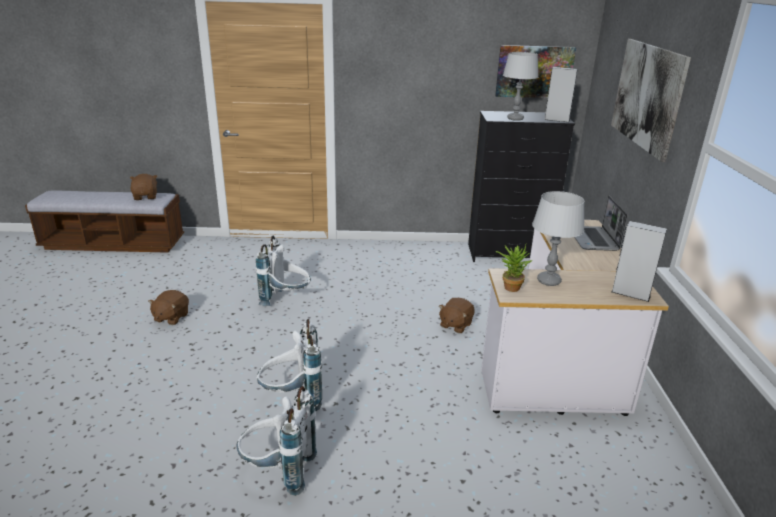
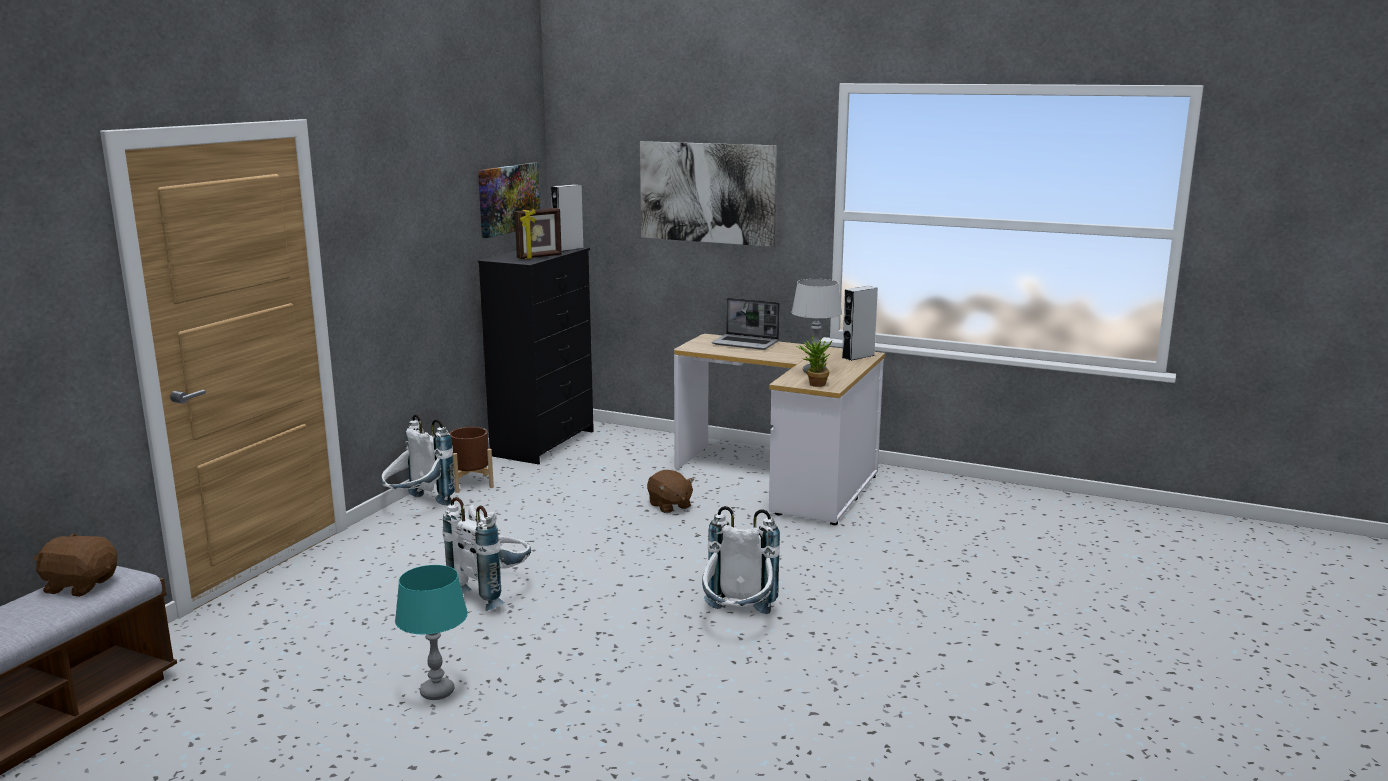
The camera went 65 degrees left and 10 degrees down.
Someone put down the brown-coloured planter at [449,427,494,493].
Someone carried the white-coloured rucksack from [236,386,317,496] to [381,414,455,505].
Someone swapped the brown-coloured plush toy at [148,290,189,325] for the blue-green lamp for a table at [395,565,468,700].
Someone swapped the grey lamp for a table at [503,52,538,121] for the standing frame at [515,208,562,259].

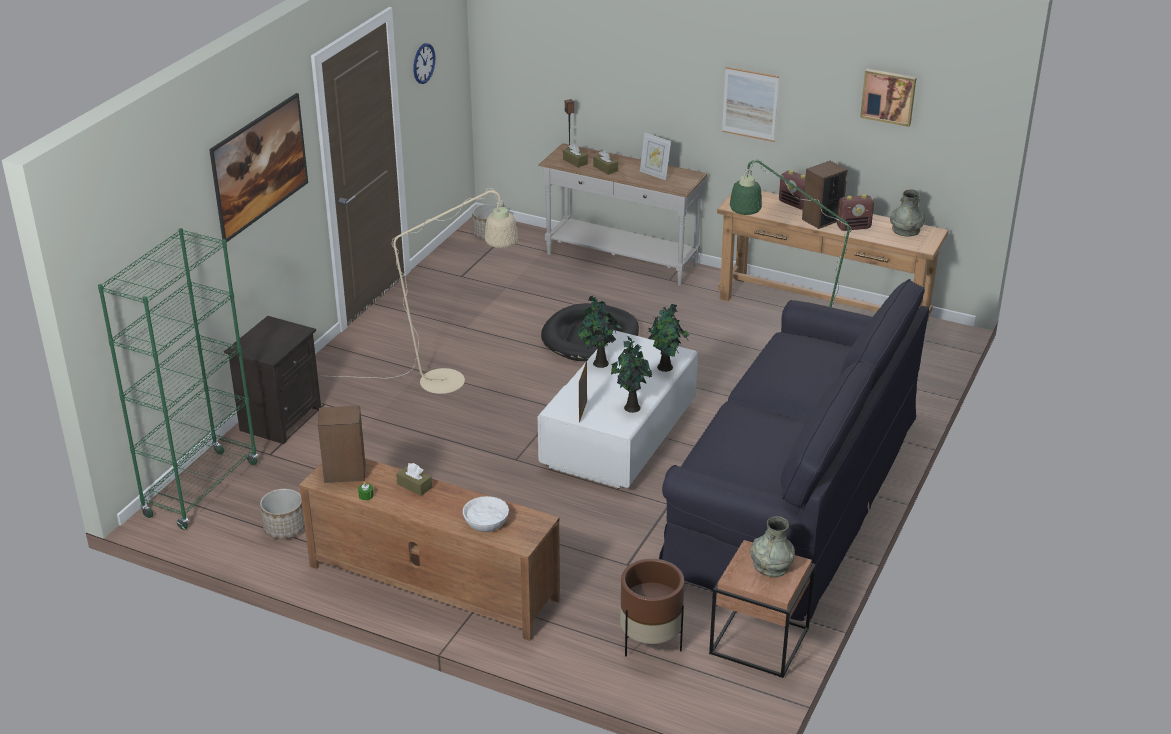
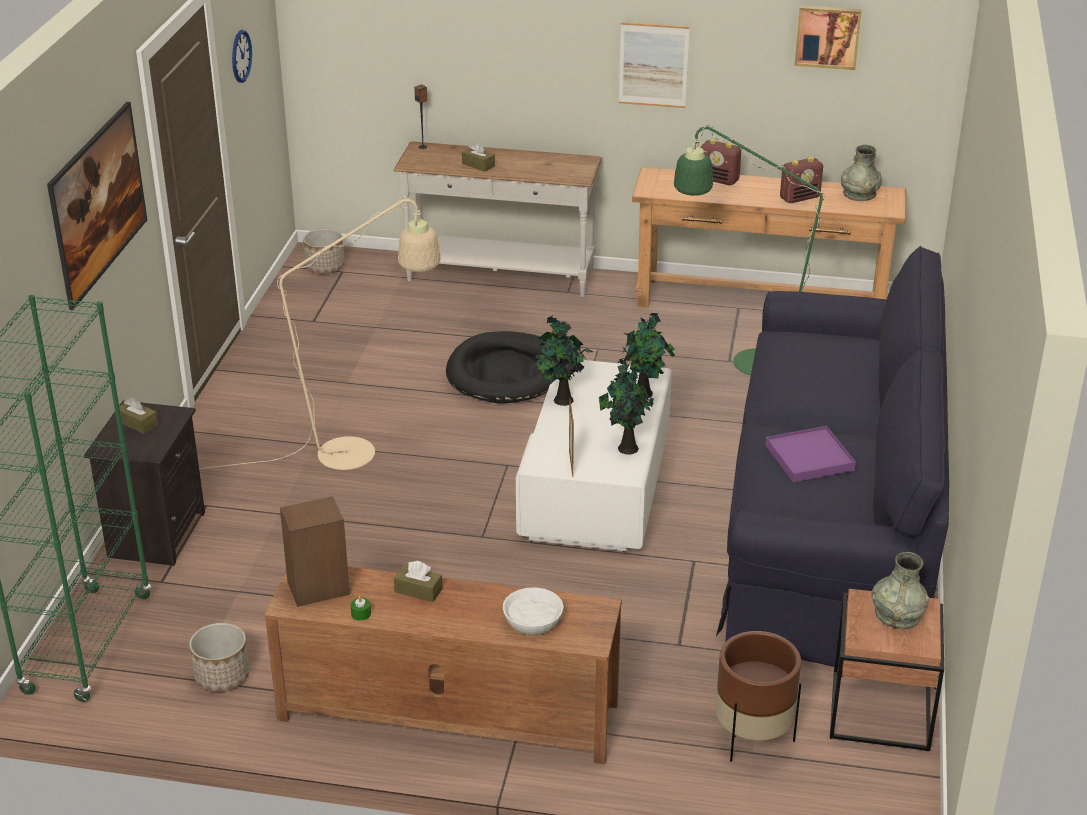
The camera went 15 degrees left and 0 degrees up.
Someone took away the standing frame at [640,133,671,180].
Someone took away the speaker at [802,161,847,229].
Someone put down the purplish serving tray at [765,426,856,482].
Someone carried the brown-coloured tissue box from [563,143,588,168] to [119,397,158,434].

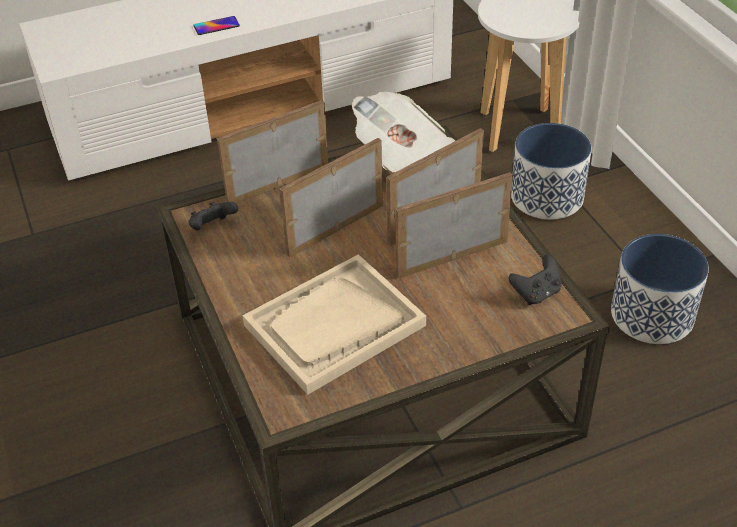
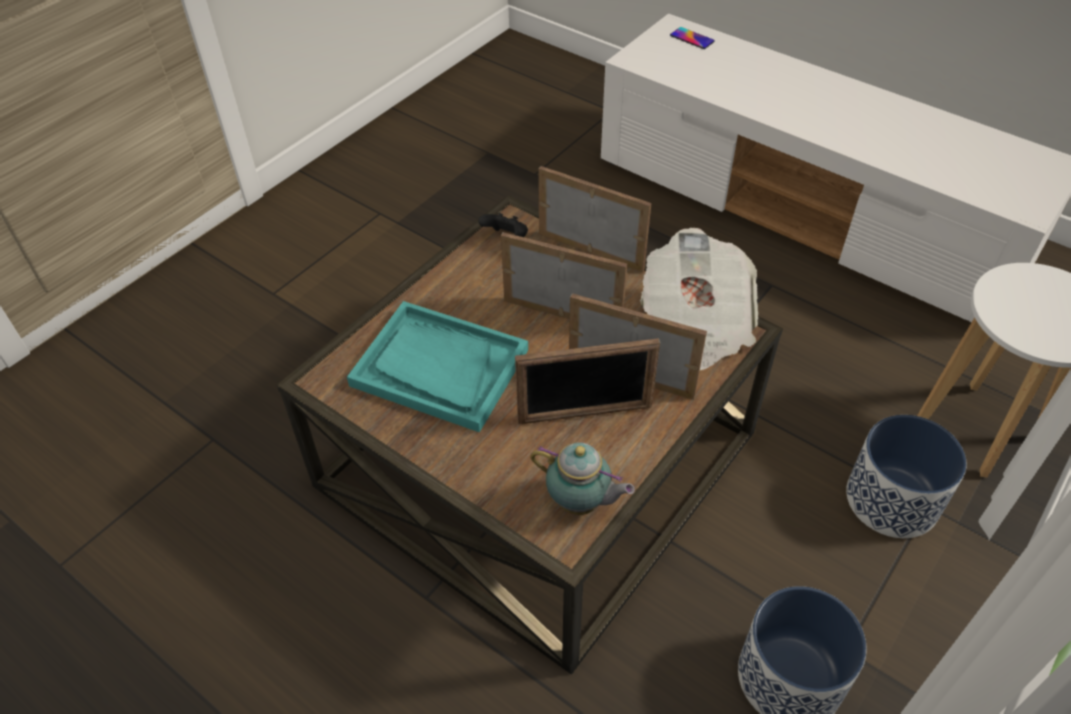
The camera went 60 degrees right and 5 degrees up.
Someone carried the phone from [193,16,240,35] to [670,27,715,49].
Someone swapped the blackish game controller at [509,255,561,305] for the teapot at [530,442,635,515].
Someone repainted the beige serving tray at [243,254,426,395], which became the blue-green serving tray at [347,301,528,432].
Someone rotated the standing frame at [395,172,513,279] by 135 degrees clockwise.

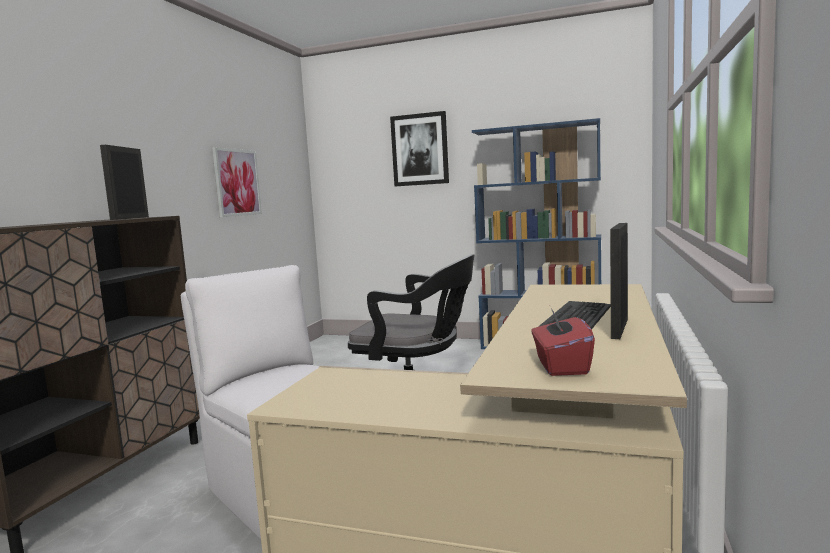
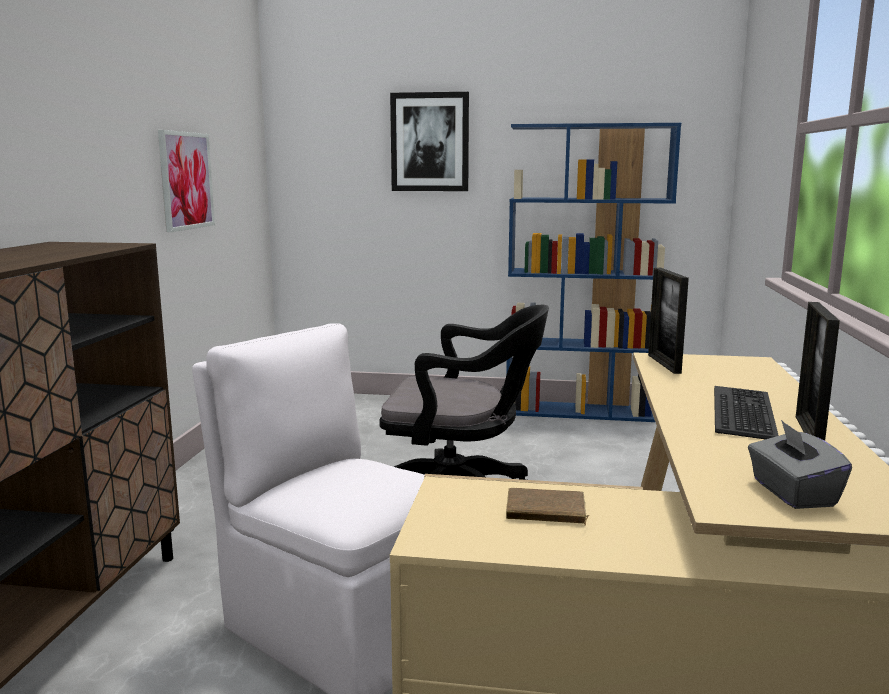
The camera went 10 degrees left and 5 degrees up.
Someone put down the brown-coloured book at [506,488,589,526].
Someone carried the standing frame from [100,145,149,220] to [648,268,689,374].
Someone repainted the red-coloured tissue box at [531,306,595,376], which became the grey tissue box at [748,420,852,509].

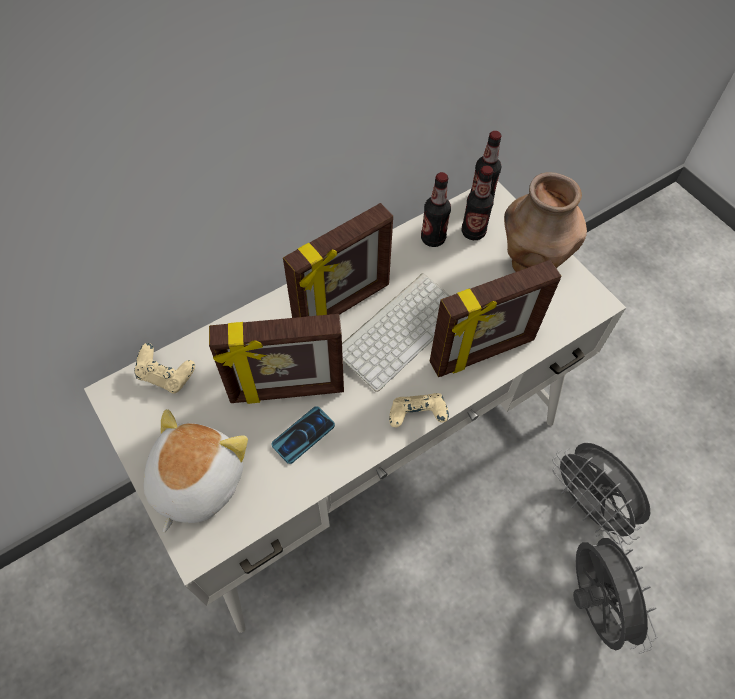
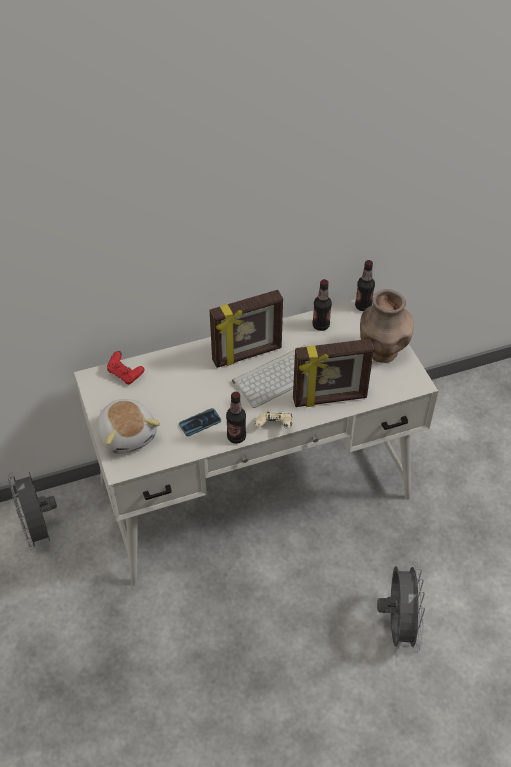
The camera went 15 degrees right and 10 degrees down.
Someone took away the standing frame at [209,314,344,404].
Someone carried the bottle from [462,165,494,240] to [226,392,246,444].
Someone carried the grey electric fan from [552,443,651,545] to [8,472,57,552].
Someone repainted the beige game controller at [134,343,195,393], which became the red-coloured game controller at [107,351,144,384].
Someone rotated the plush toy at [143,409,248,533] by 120 degrees clockwise.

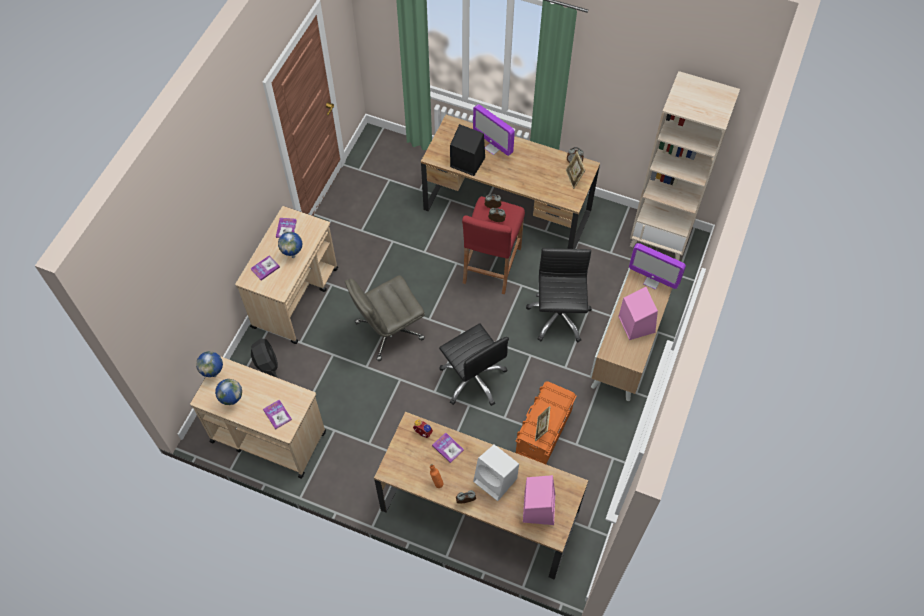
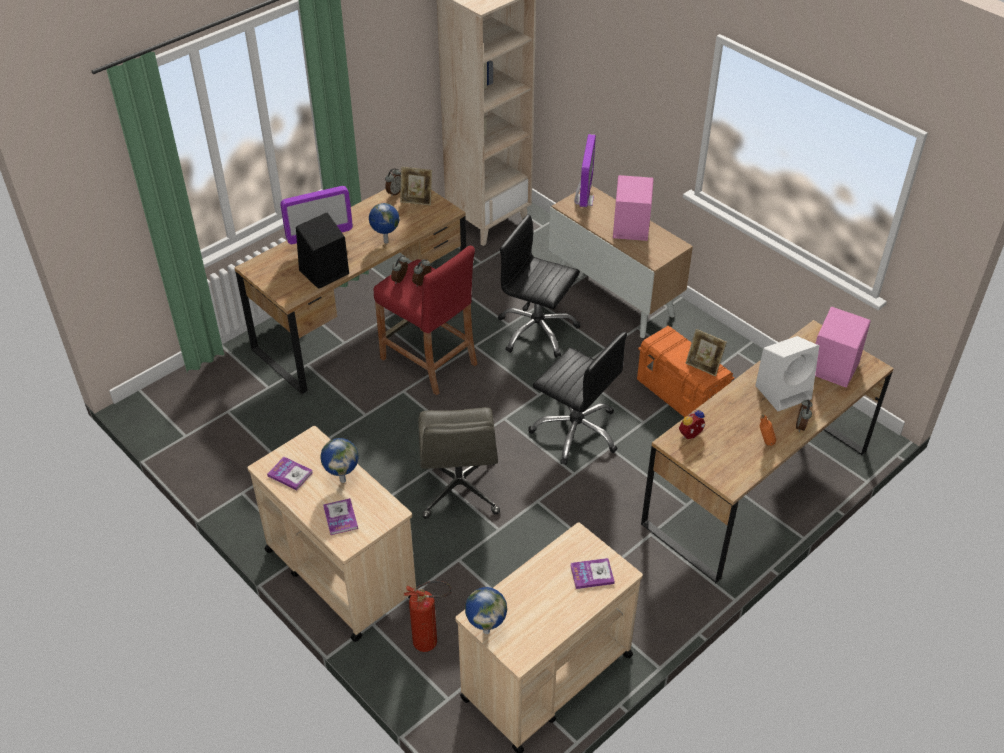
The camera went 65 degrees left and 15 degrees down.
Someone took away the book at [432,433,464,463].
Someone carried the world globe from [215,379,242,405] to [369,203,399,243].
Someone swapped the blackish electric fan at [251,338,278,378] for the fire extinguisher at [404,580,452,652].
Someone rotated the blackish office chair at [439,323,509,406] by 45 degrees clockwise.
Someone rotated the computer screen at [629,243,686,290] by 45 degrees counterclockwise.

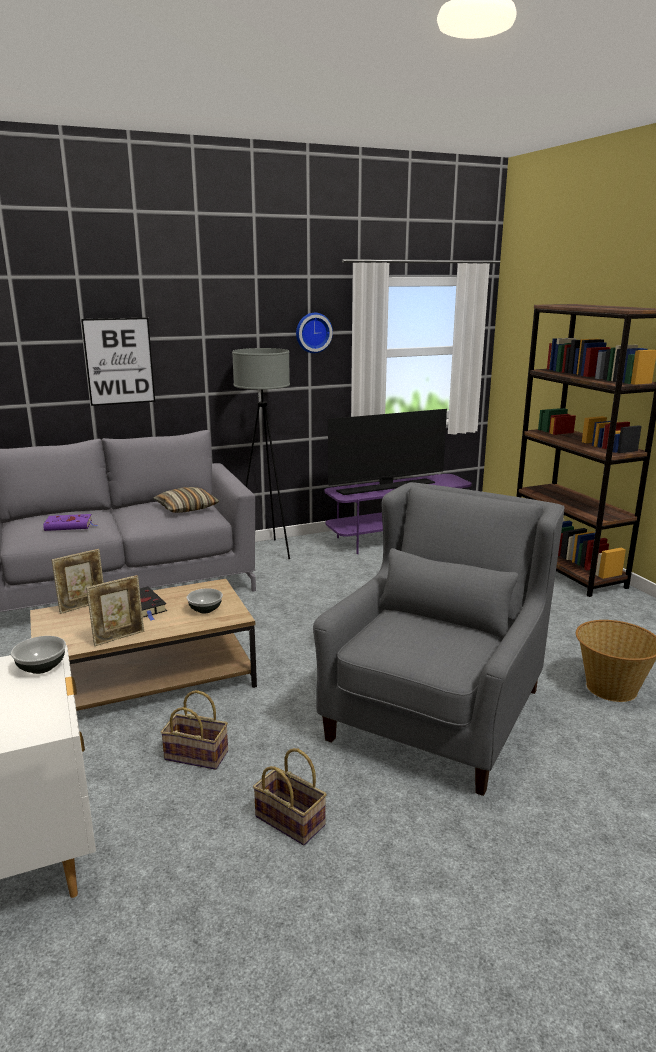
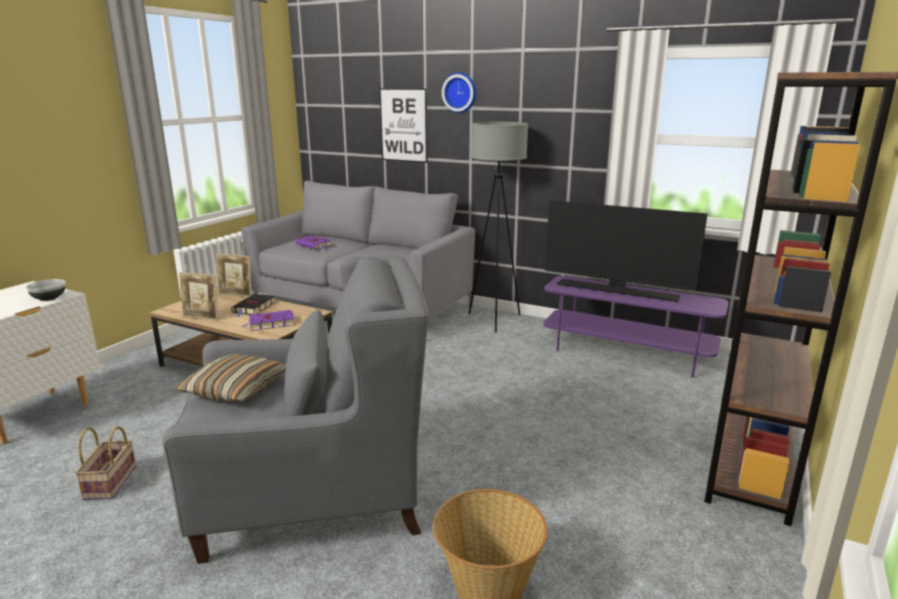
The camera went 50 degrees right and 0 degrees up.
Someone took away the household basket at [161,690,228,770].
Someone carried the throw pillow from [153,487,219,513] to [175,354,286,402].
Someone carried the wall clock from [296,313,333,353] to [442,72,476,113].
Someone swapped the deep dish at [187,588,223,614] for the purplish book at [242,310,295,331].

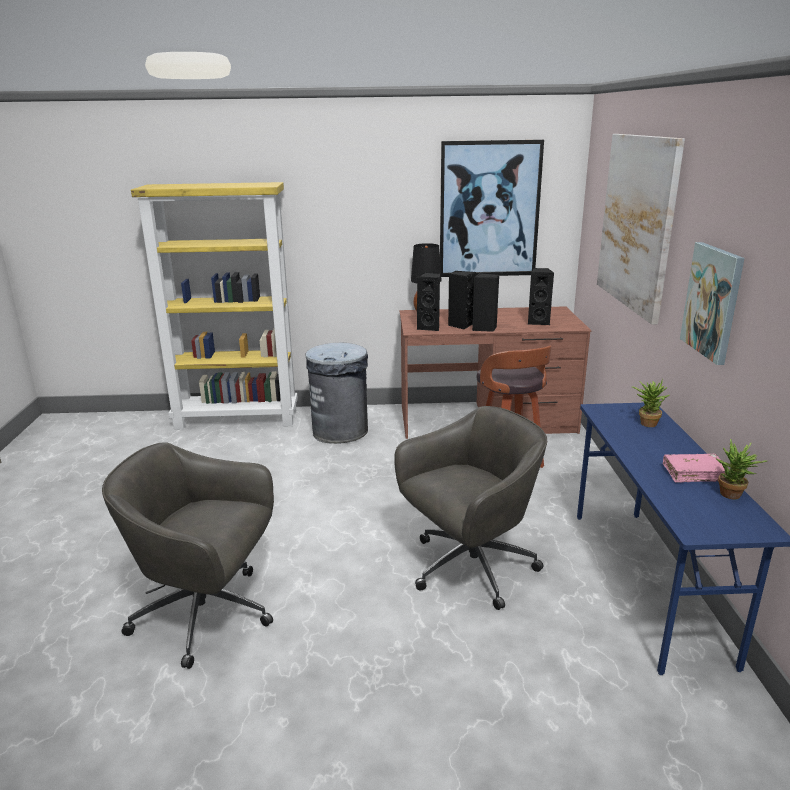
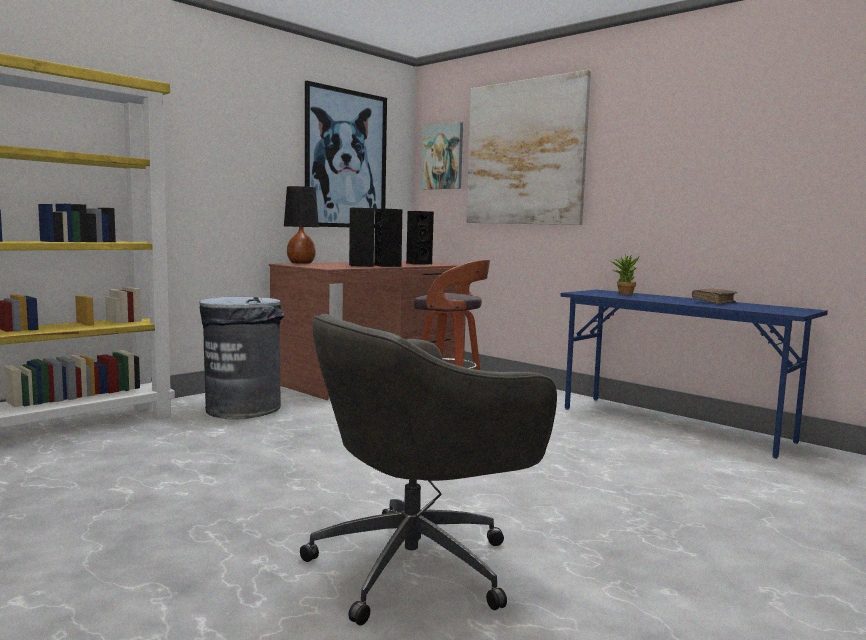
The camera went 45 degrees left and 15 degrees down.
Someone took away the grey office chair at [394,406,547,610].
Someone took away the blackish speaker at [417,272,440,331].
Someone took away the houseplant at [716,439,767,499].
Someone carried the wall picture from [680,242,744,365] to [421,122,463,190].
Someone repainted the pink-coloured book at [663,454,725,483], which became the brown-coloured book at [692,289,737,304].

